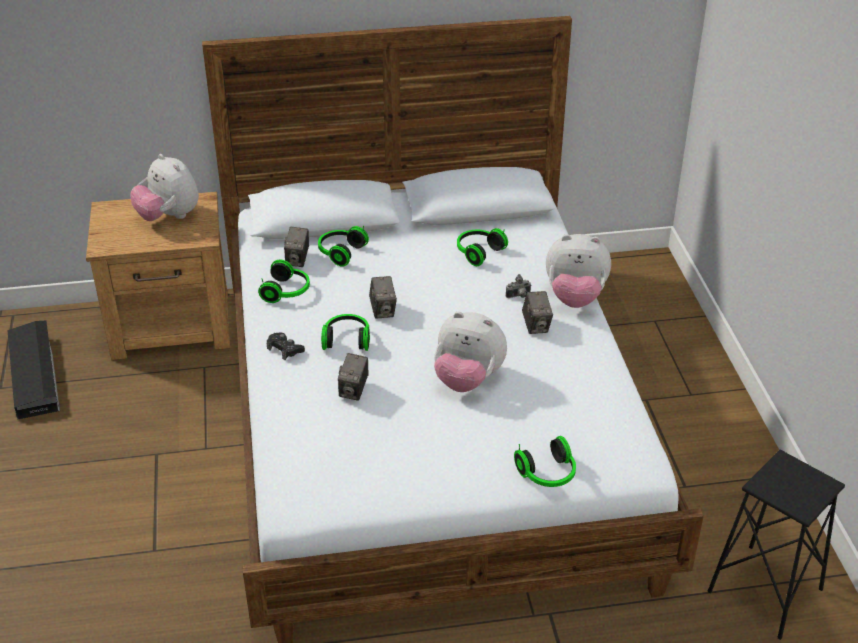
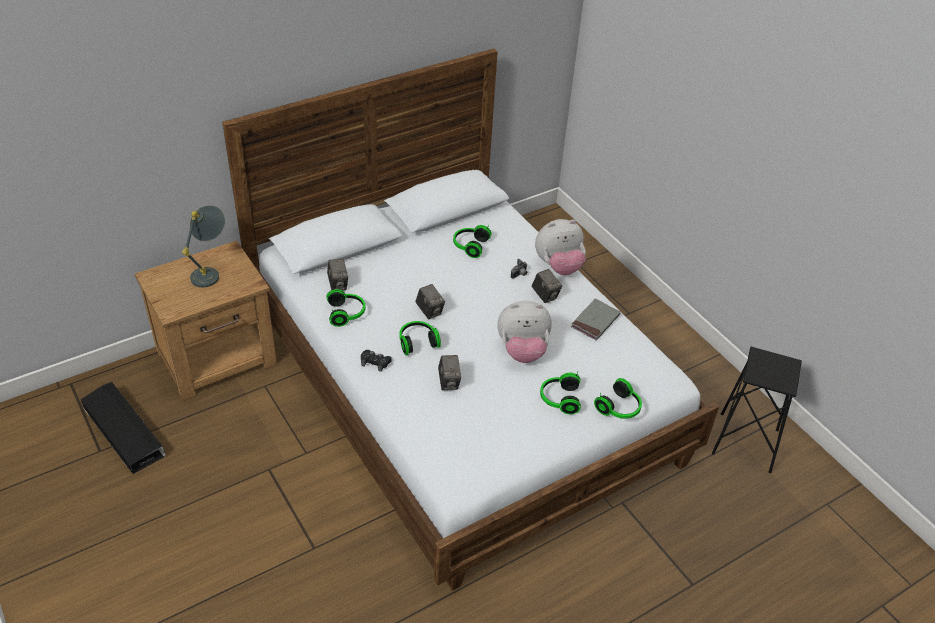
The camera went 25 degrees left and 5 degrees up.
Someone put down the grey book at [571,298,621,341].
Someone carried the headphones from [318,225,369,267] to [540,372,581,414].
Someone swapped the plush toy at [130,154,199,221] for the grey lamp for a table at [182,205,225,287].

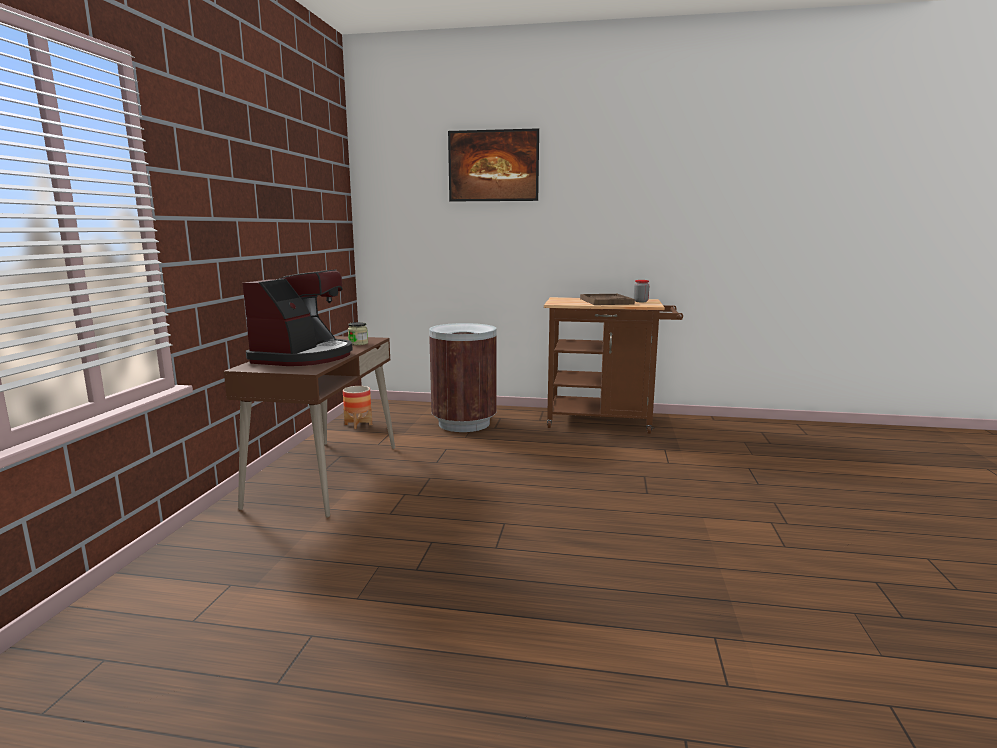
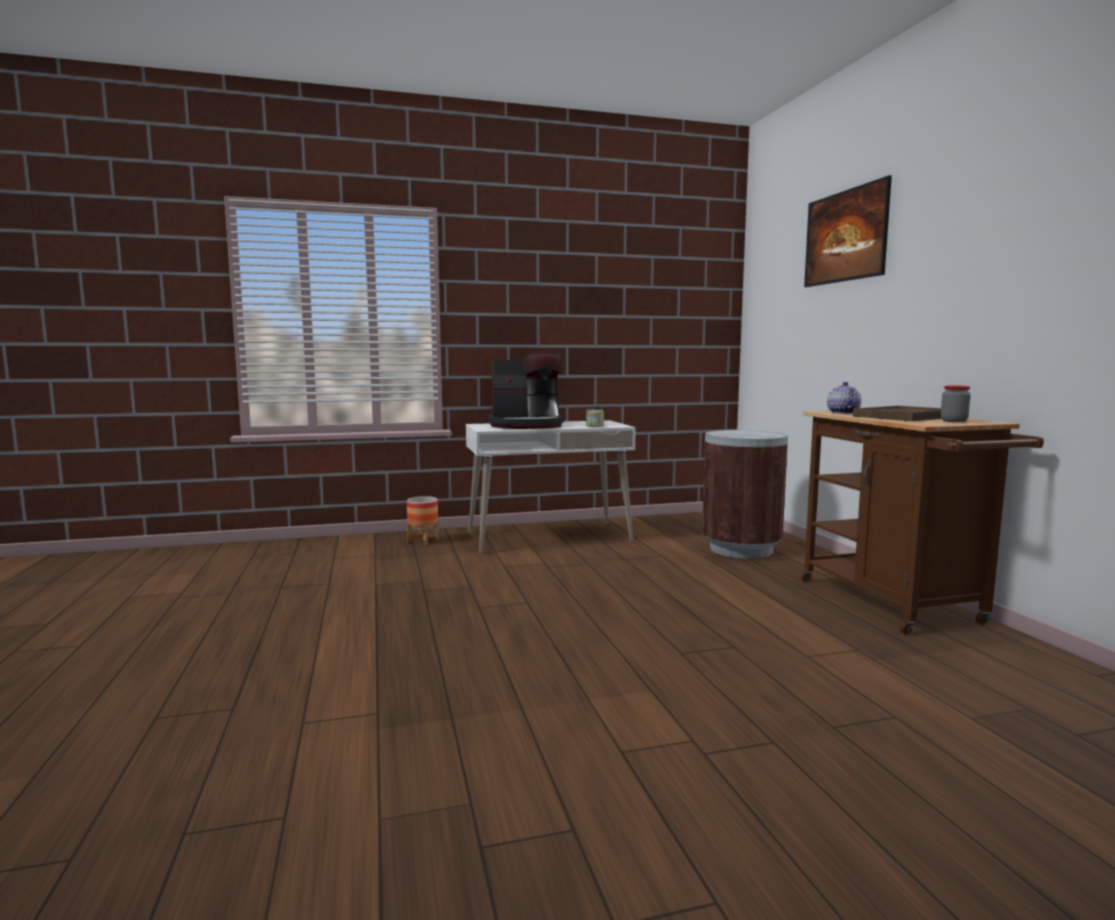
The camera went 65 degrees right and 5 degrees down.
Someone put down the teapot at [827,382,861,414].
Someone carried the planter from [343,386,372,429] to [407,496,439,545].
Someone repainted the brown-coloured desk table at [224,336,395,518], which became the white-coloured desk table at [466,420,636,553].

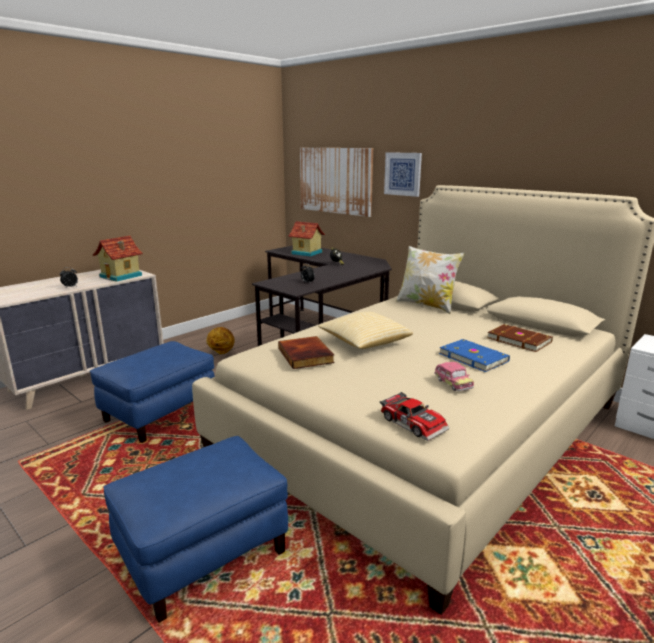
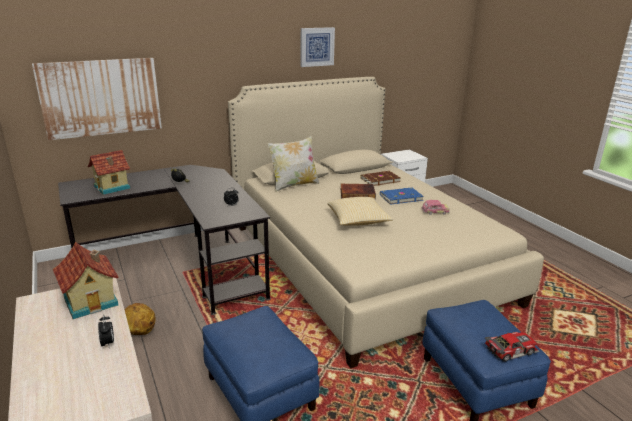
The camera went 70 degrees left and 5 degrees up.
Someone carried the book from [278,336,335,369] to [340,184,376,199].
Someone carried the toy car from [380,392,450,441] to [485,332,539,362].
Someone carried the wall picture from [384,152,422,197] to [301,27,335,67].

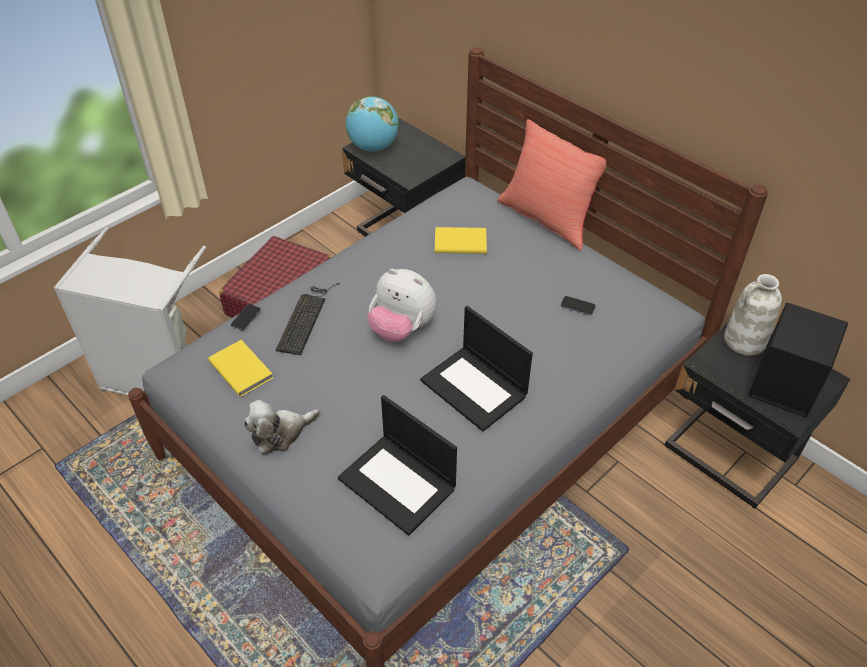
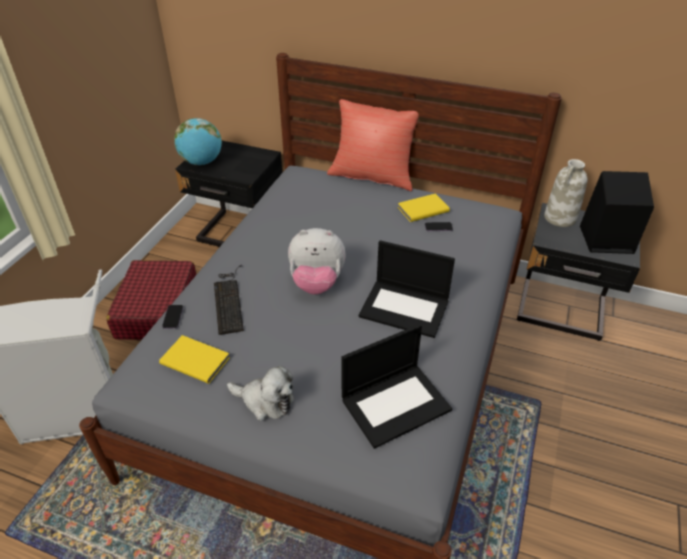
The camera went 25 degrees left and 5 degrees down.
Someone carried the yellow-coloured book from [435,227,487,254] to [398,193,450,222].
Someone rotated the plush toy at [243,400,320,454] by 105 degrees counterclockwise.
Someone rotated the laptop at [338,395,457,536] by 45 degrees counterclockwise.

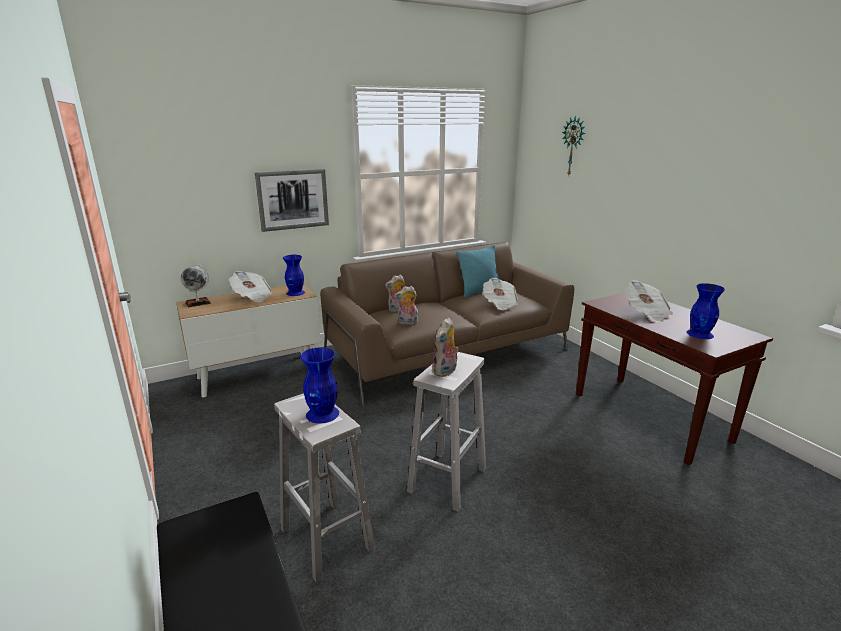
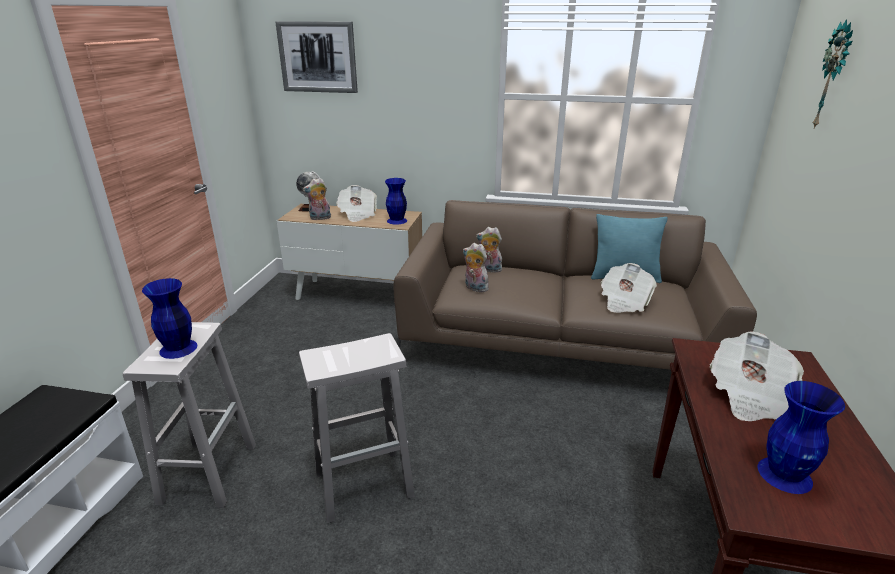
The camera went 40 degrees right and 5 degrees up.
Someone carried the wall picture from [255,169,329,232] to [275,21,358,93].
Someone carried the plush toy from [433,317,459,377] to [303,178,331,220].

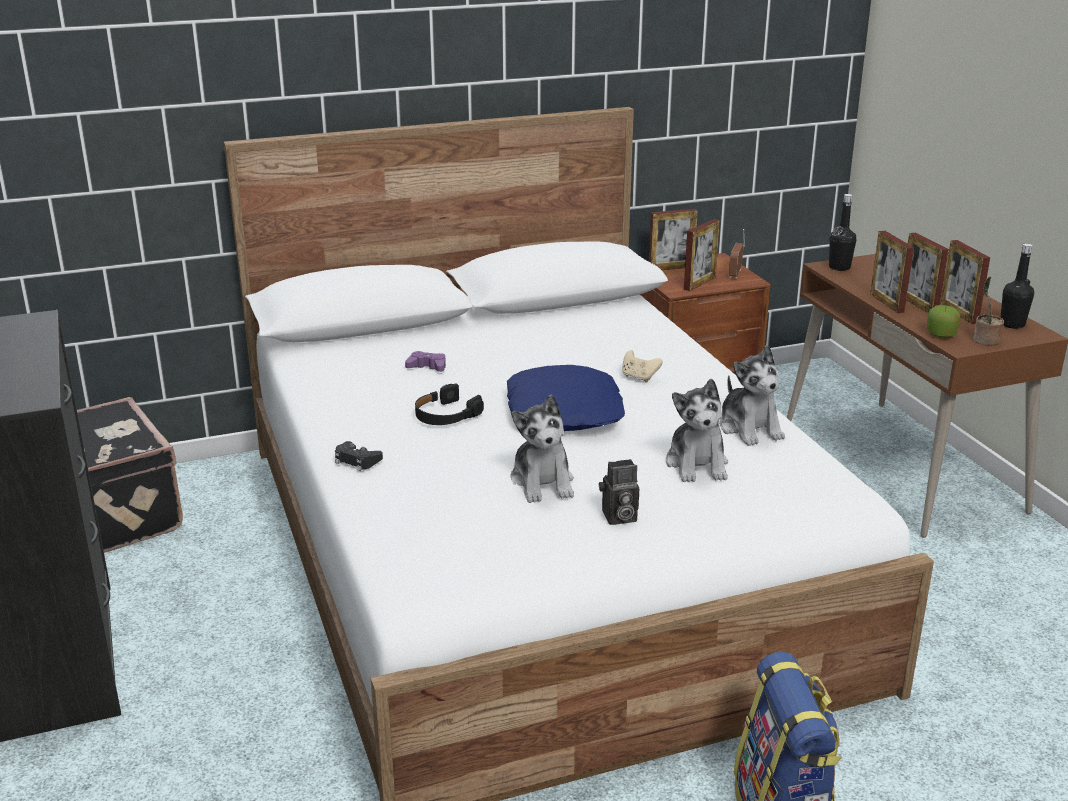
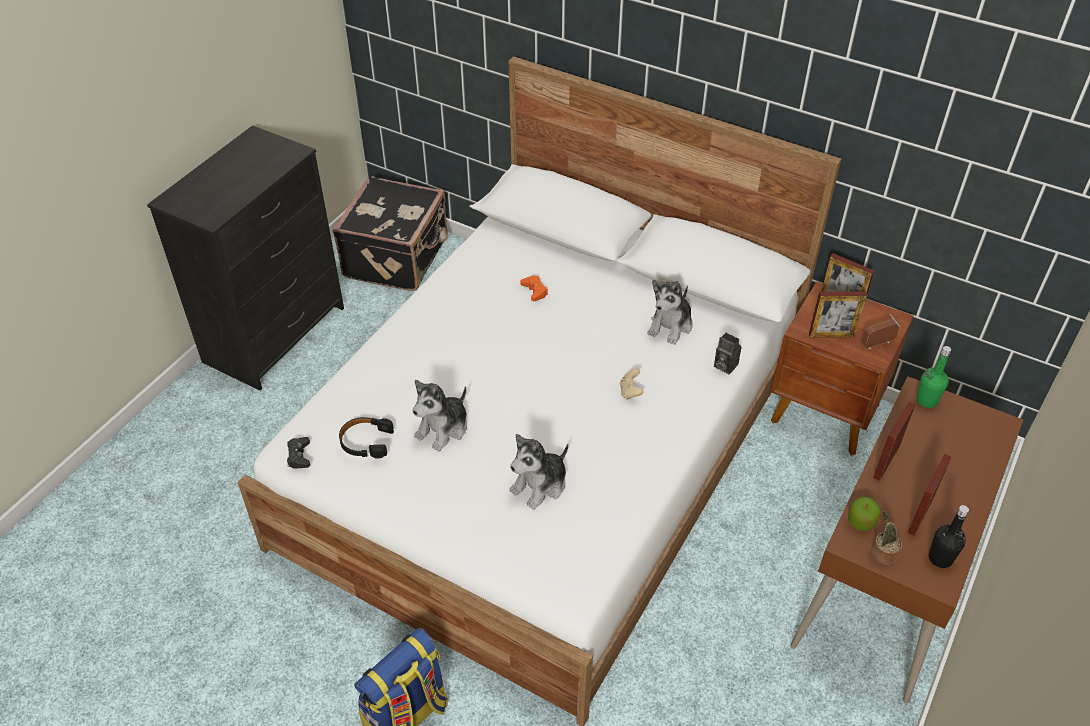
The camera went 50 degrees right and 20 degrees up.
Someone took away the blue throw pillow at [507,365,625,431].
Someone took away the standing frame at [906,233,949,313].
Someone carried the blackish game controller from [335,441,383,471] to [287,437,310,469].
Someone carried the blackish headphones from [415,383,484,425] to [339,417,394,458].
Someone carried the still camera from [599,459,639,525] to [714,333,741,374].
Someone carried the plush toy from [719,345,785,446] to [647,279,693,345].
Someone repainted the purplish game controller at [405,351,446,372], which became the orange-coloured game controller at [521,275,548,301].
Someone repainted the blackish bottle at [829,194,856,271], which became the green-coloured bottle at [916,346,951,408].

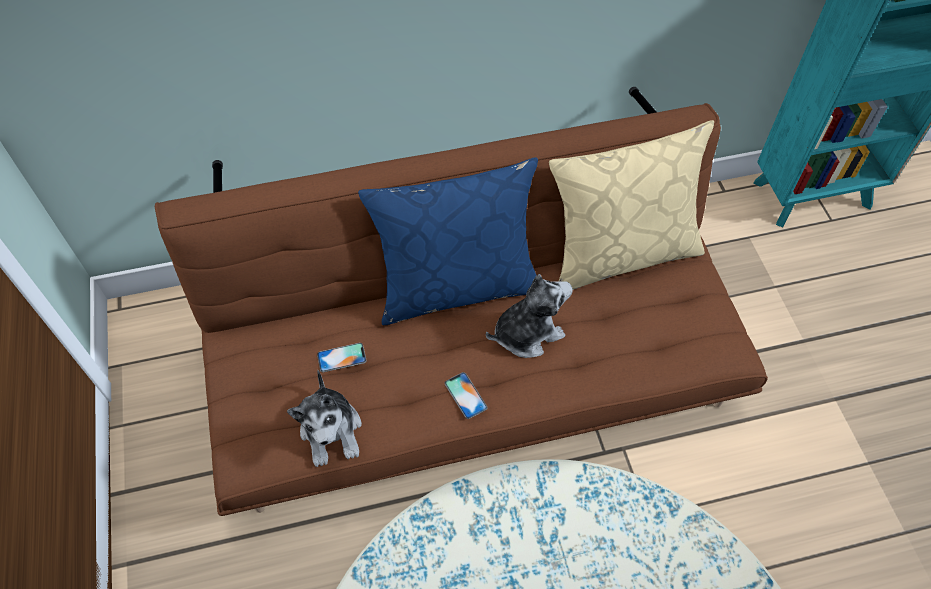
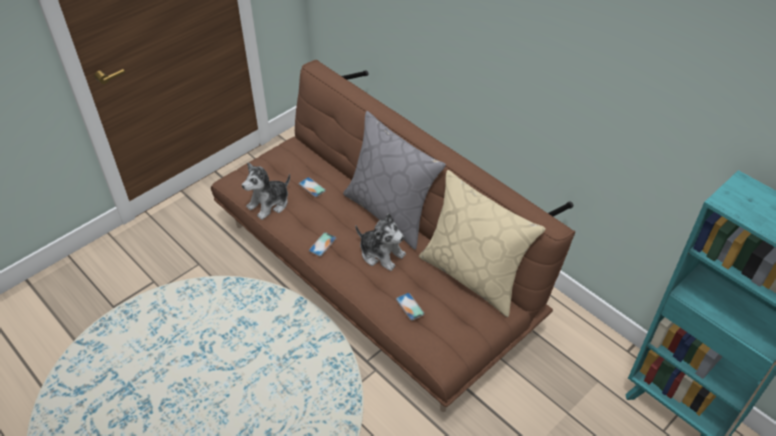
The camera went 60 degrees right and 10 degrees down.
Someone put down the phone at [396,293,424,321].
Someone repainted the blue throw pillow at [358,157,538,325], which became the grey throw pillow at [343,111,446,250].

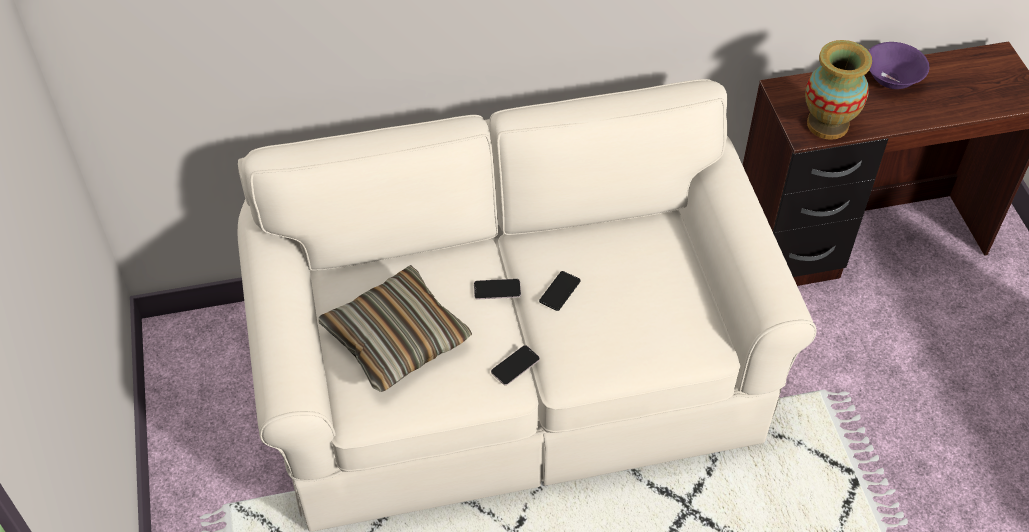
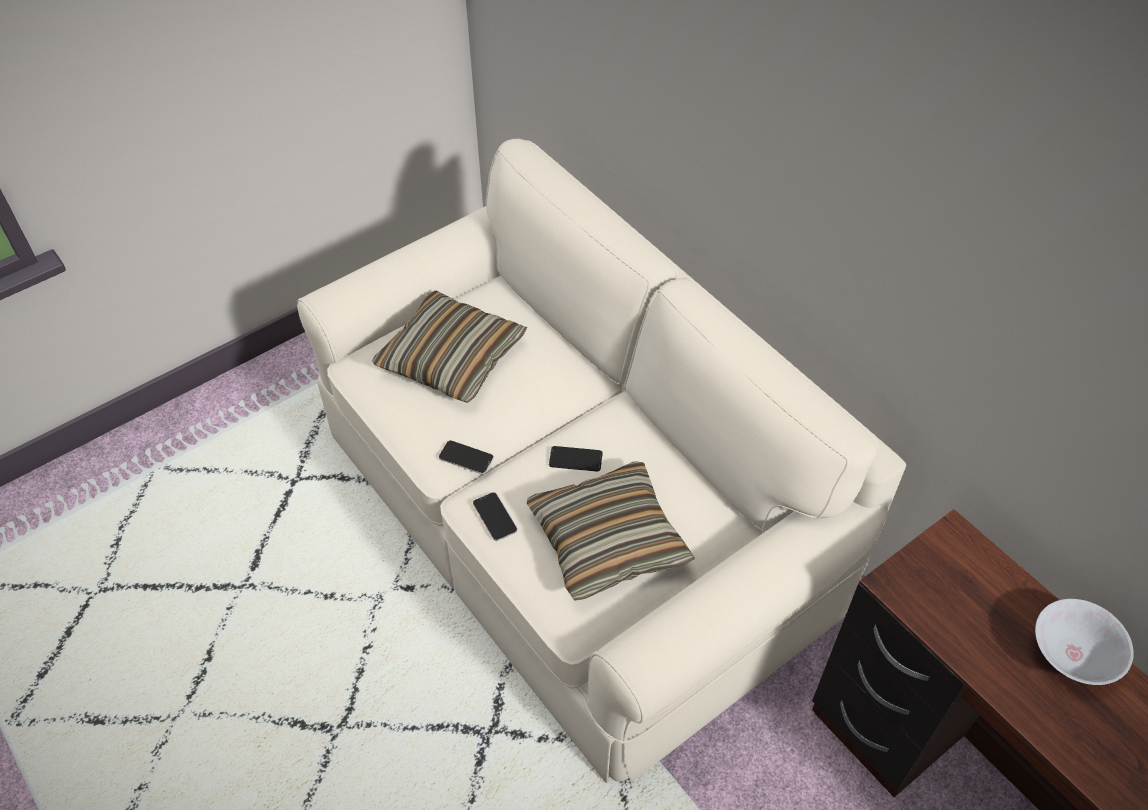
The camera went 65 degrees right and 0 degrees up.
Someone took away the vase at [805,40,872,140].
Someone put down the throw pillow at [527,461,695,601].
Someone carried the phone from [474,279,521,299] to [473,492,517,541].
Someone repainted the purplish deep dish at [868,42,929,89], which became the white-coloured deep dish at [1035,599,1134,685].

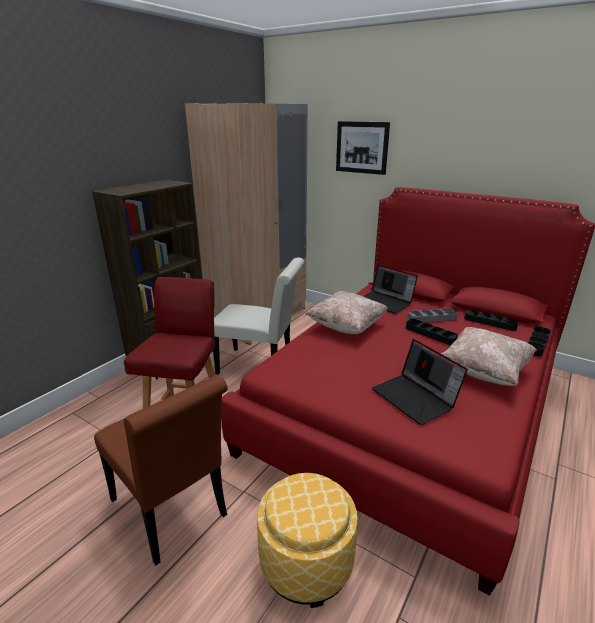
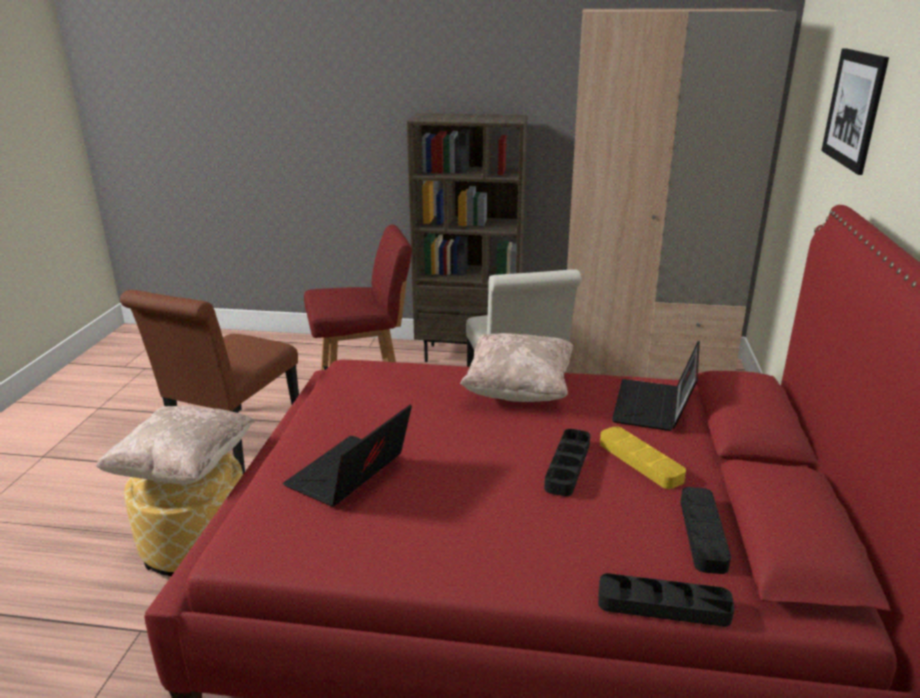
The camera went 65 degrees right and 0 degrees up.
Someone carried the beige throw pillow from [441,327,537,386] to [96,405,255,485].
Someone repainted the grey serving tray at [408,309,457,322], which became the yellow-coloured serving tray at [600,426,686,489].

